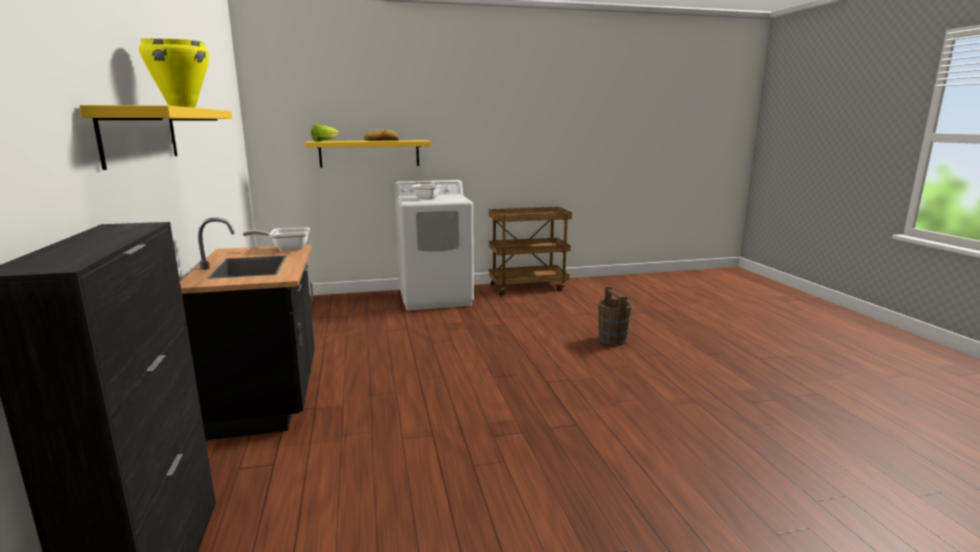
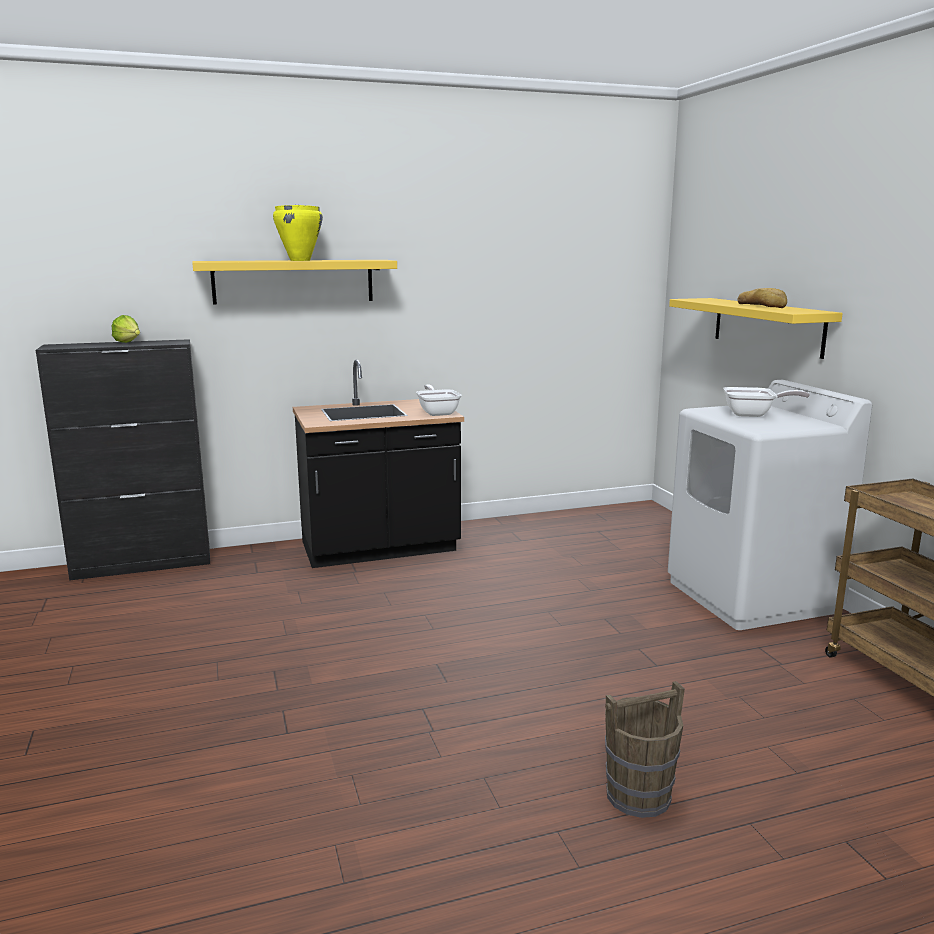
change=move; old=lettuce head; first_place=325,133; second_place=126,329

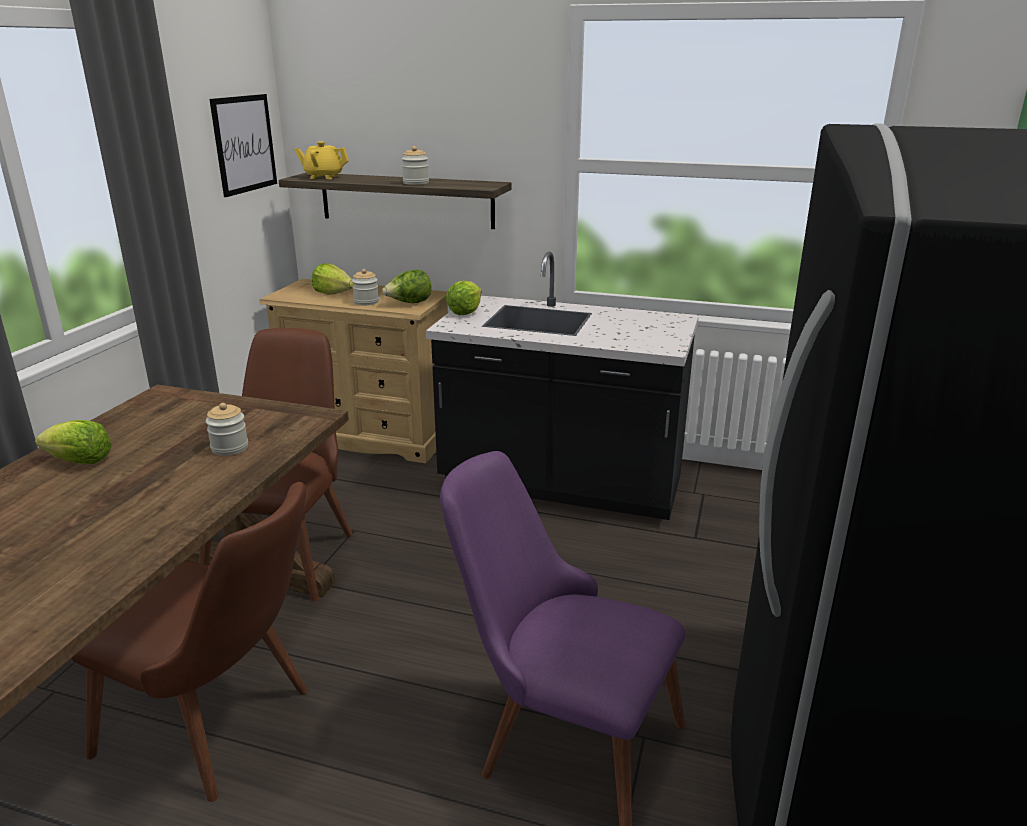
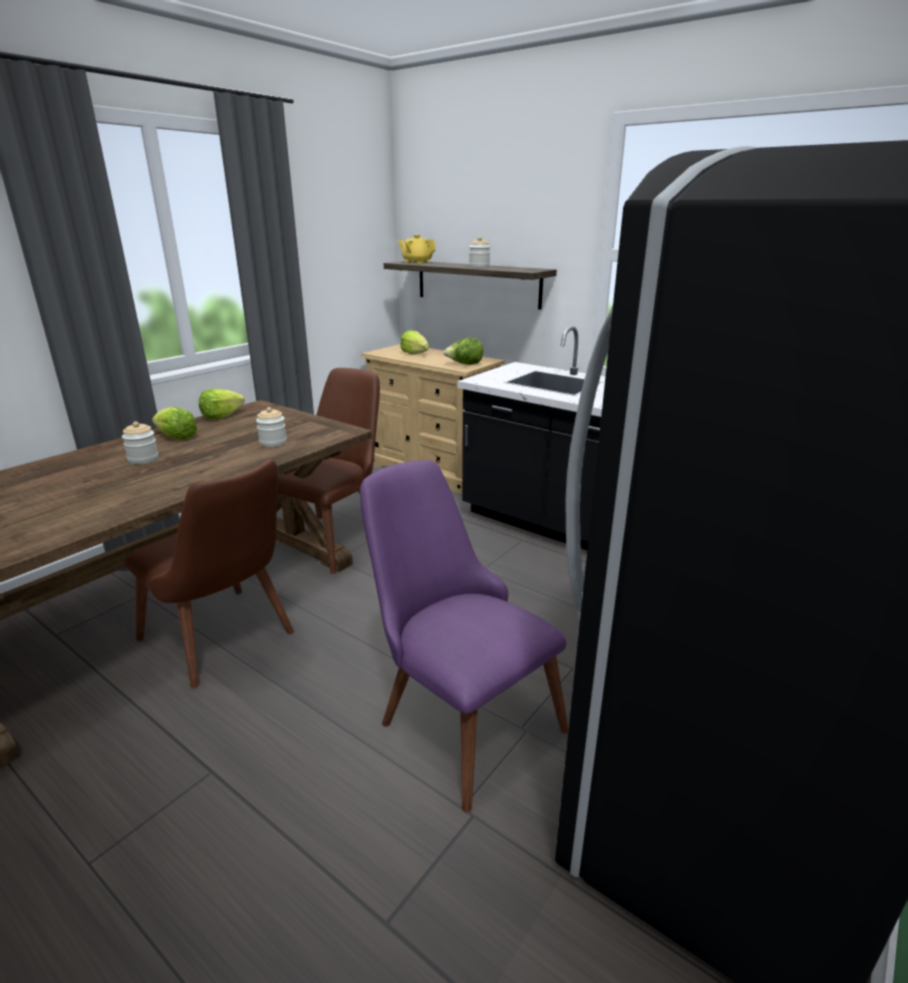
change=delete; old=wall picture; first_place=243,145
change=move; old=storage jar; first_place=365,287; second_place=140,443
change=move; old=lettuce head; first_place=464,298; second_place=222,404

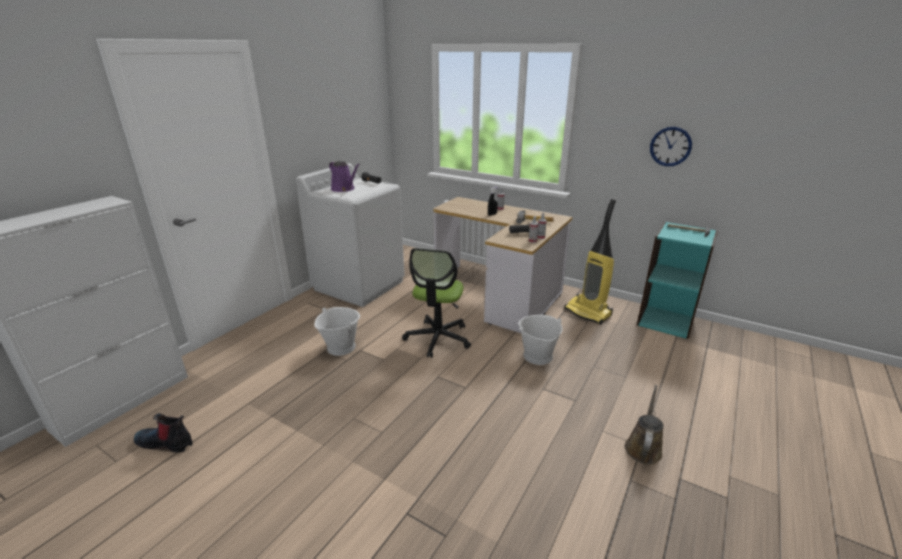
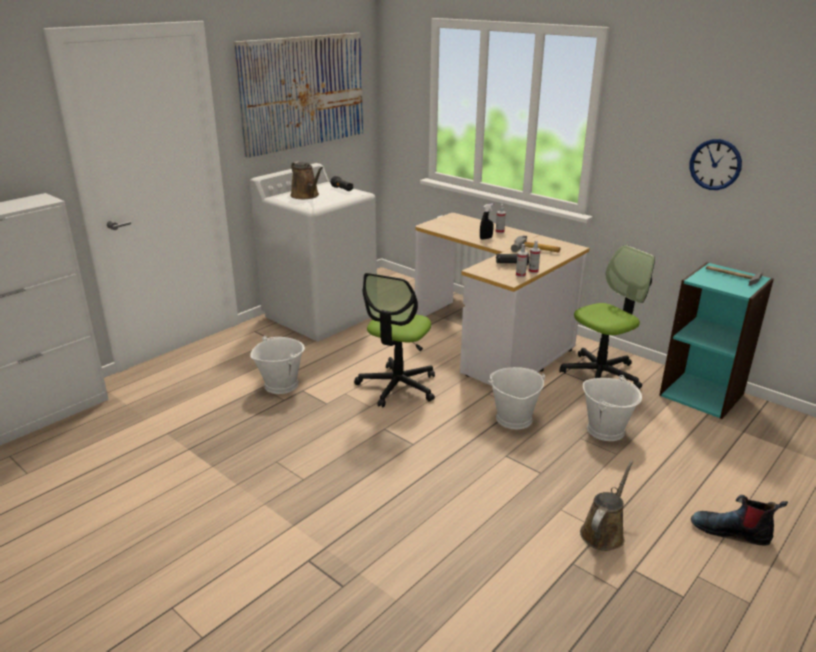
change=recolor; old=sprinkling can in purple-coloured; new=sprinkling can in brown-coloured; first_place=344,176; second_place=306,180
change=replace; old=vacuum cleaner; new=desk chair; first_place=590,262; second_place=607,317
change=move; old=high-top boot; first_place=163,433; second_place=739,520
change=insert; new=wall picture; second_place=298,95
change=insert; new=bucket in whitish; second_place=612,408

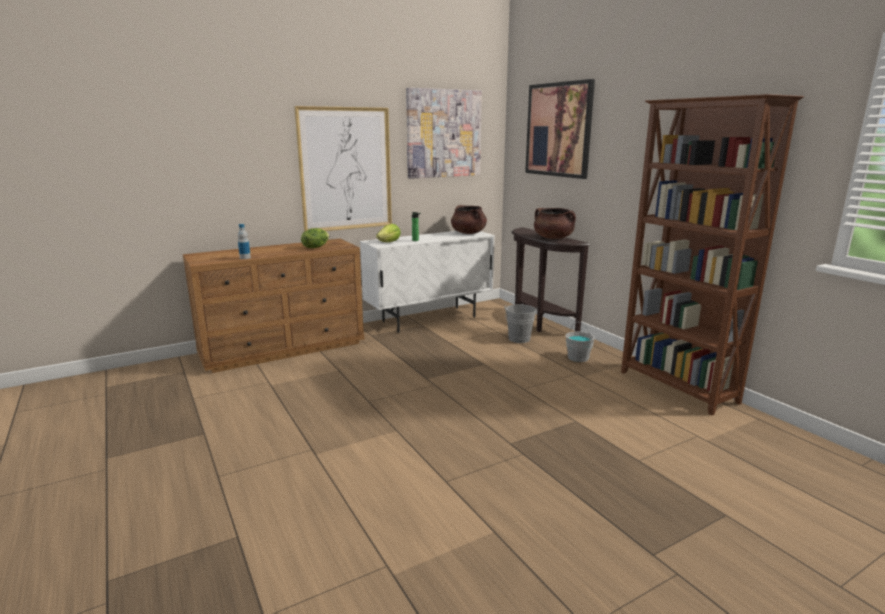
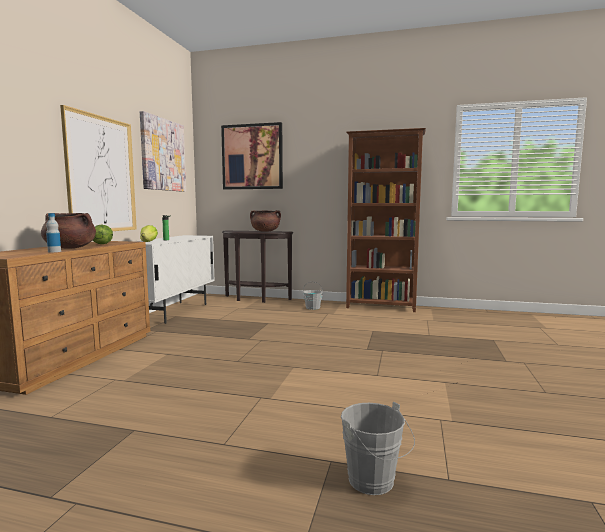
change=move; old=stockpot in brown-coloured; first_place=469,219; second_place=68,230
change=move; old=bucket in greyish; first_place=520,323; second_place=378,448

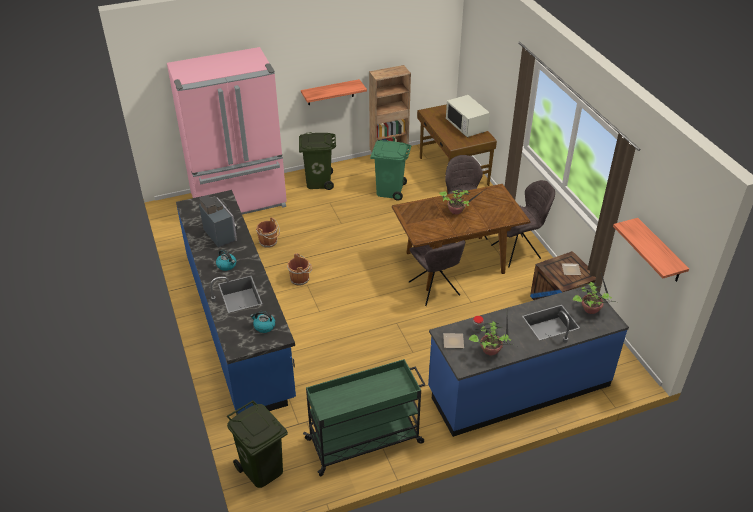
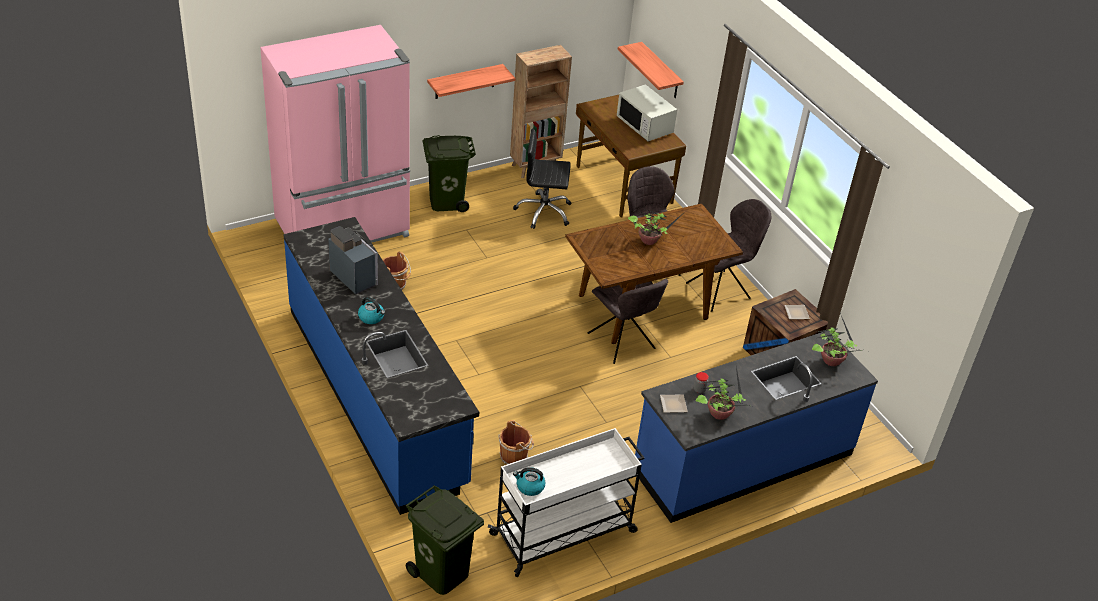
change=replace; old=rubbish bin in green-coloured; new=desk chair in blackish; first_place=390,170; second_place=542,178
change=move; old=wall shelf; first_place=651,250; second_place=651,70
change=move; old=bucket in brown-coloured; first_place=299,269; second_place=516,442
change=move; old=water kettle; first_place=262,322; second_place=529,481
change=recolor; old=trolley in green-coloured; new=trolley in whitish; first_place=364,417; second_place=566,502

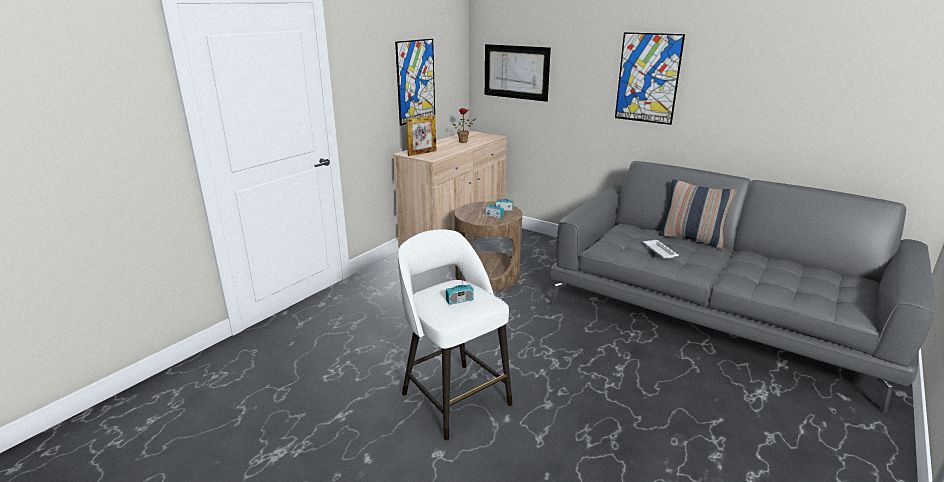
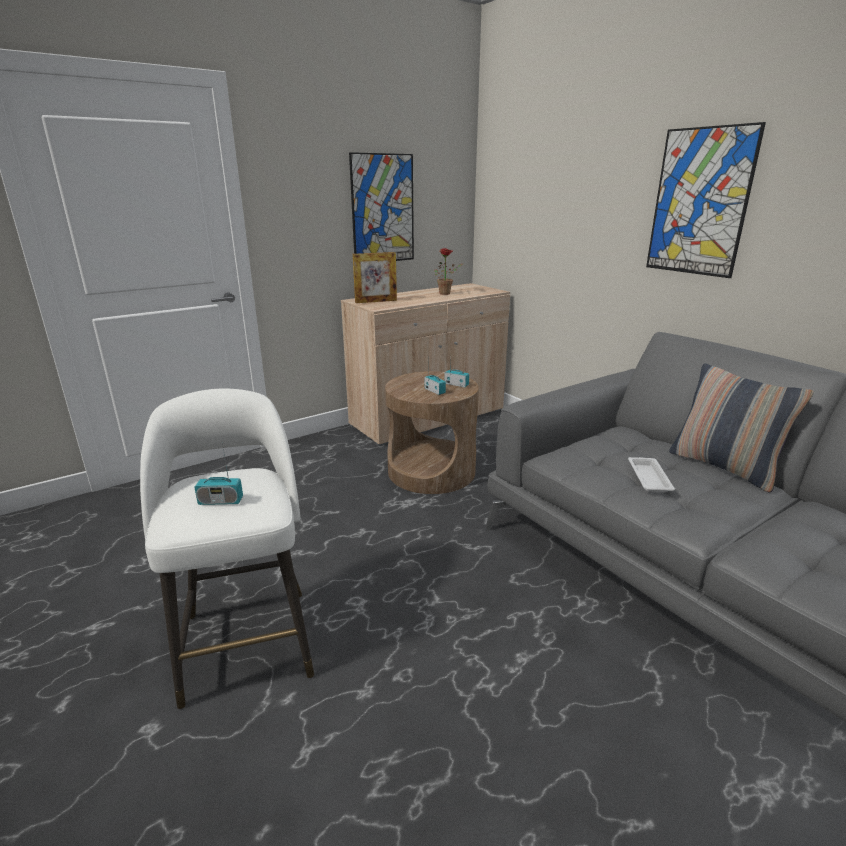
change=delete; old=wall picture; first_place=518,73

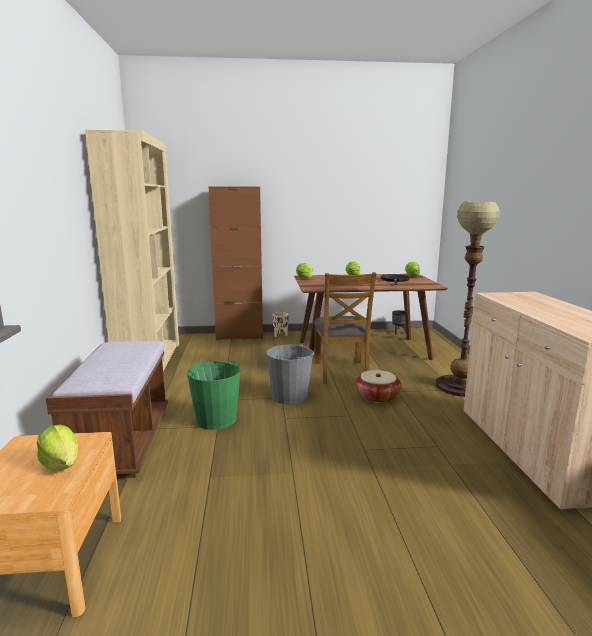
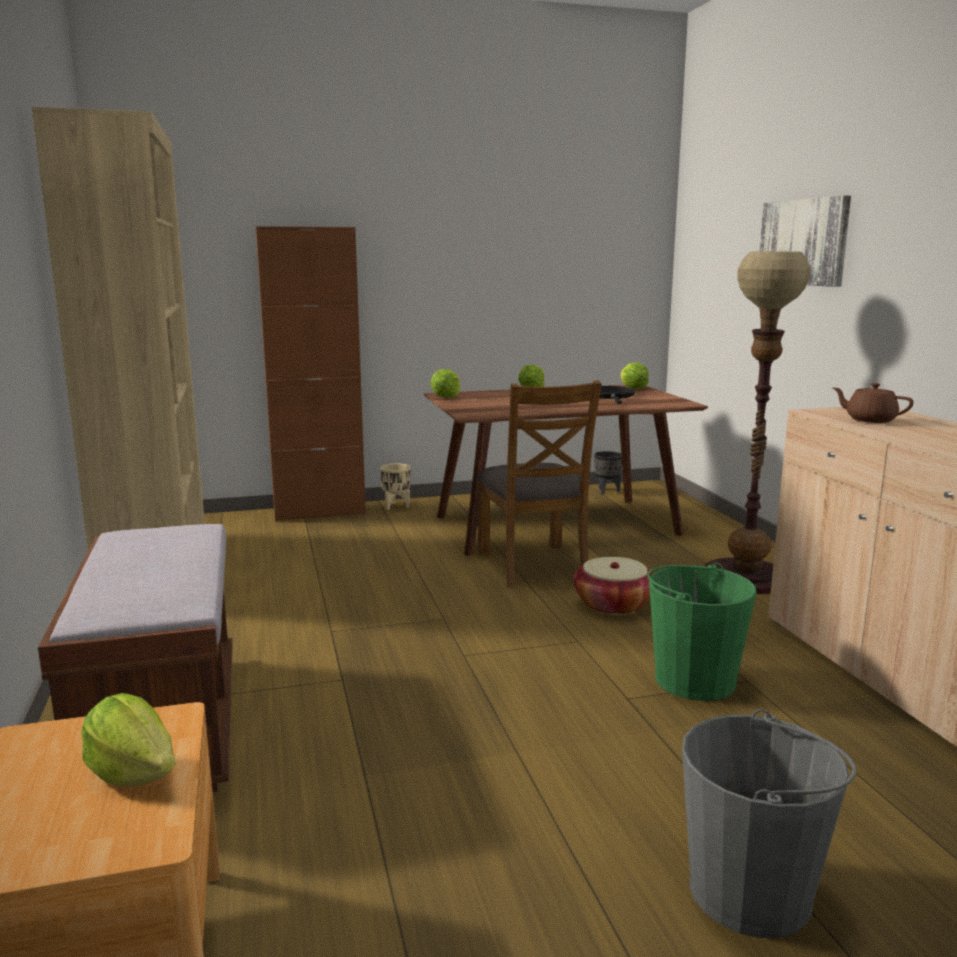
change=move; old=bucket in greyish; first_place=290,374; second_place=769,823
change=move; old=bucket in green-coloured; first_place=214,395; second_place=702,632
change=insert; new=wall picture; second_place=805,241
change=insert; new=teapot in brown-coloured; second_place=873,403

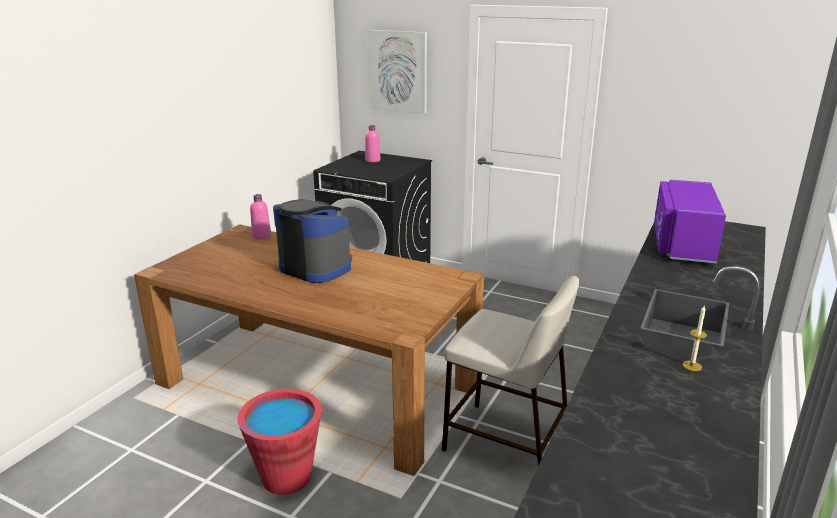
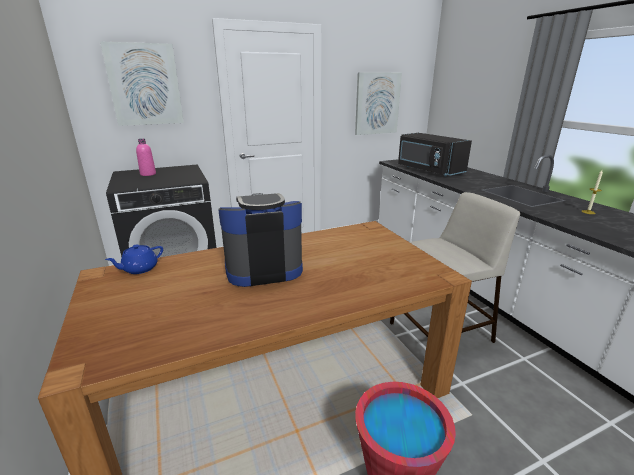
change=recolor; old=kitchen microwave in purple-coloured; new=kitchen microwave in blackish; first_place=690,221; second_place=435,154
change=replace; old=beverage bottle in pinkish; new=teapot in bluish; first_place=260,217; second_place=134,259
change=insert; new=wall picture; second_place=378,103

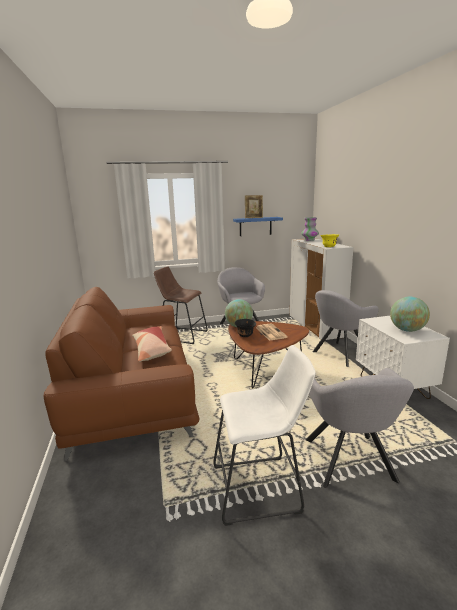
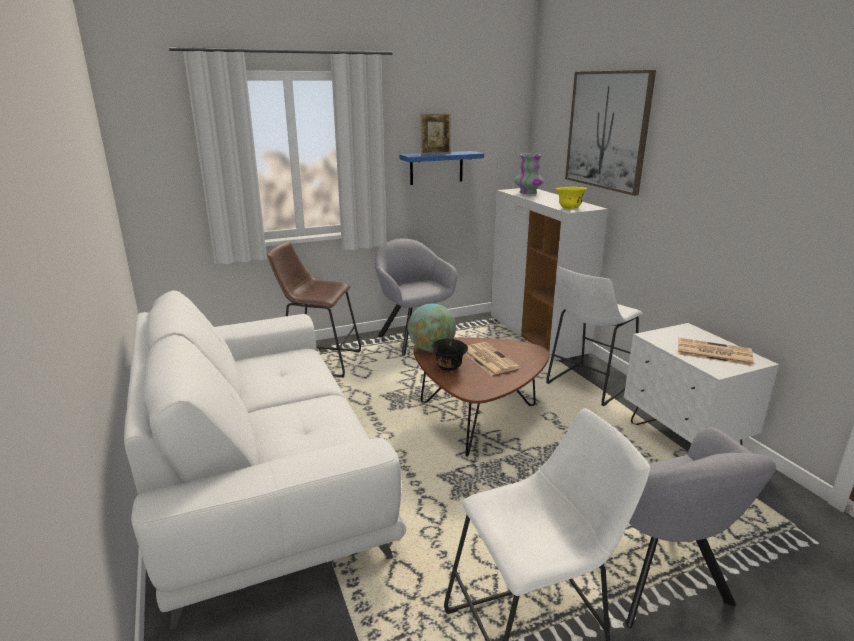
change=recolor; old=couch in brown-coloured; new=couch in whitish; first_place=122,374; second_place=265,460
change=replace; old=easy chair in greyish; new=stool in whitish; first_place=346,328; second_place=594,336
change=replace; old=desk globe; new=daily paper; first_place=410,314; second_place=716,352
change=delete; old=throw pillow; first_place=152,344
change=insert; new=wall picture; second_place=610,133

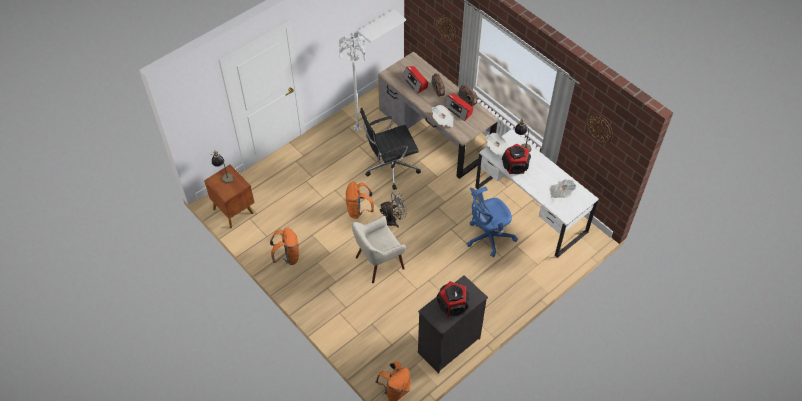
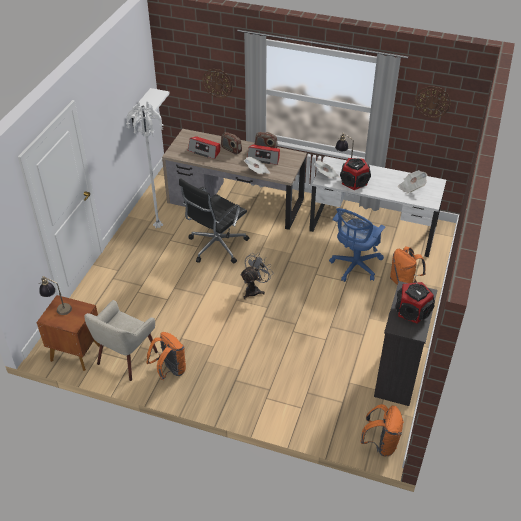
change=move; old=rucksack in orange; first_place=360,200; second_place=408,265
change=move; old=easy chair in sand-coloured; first_place=379,249; second_place=121,340

